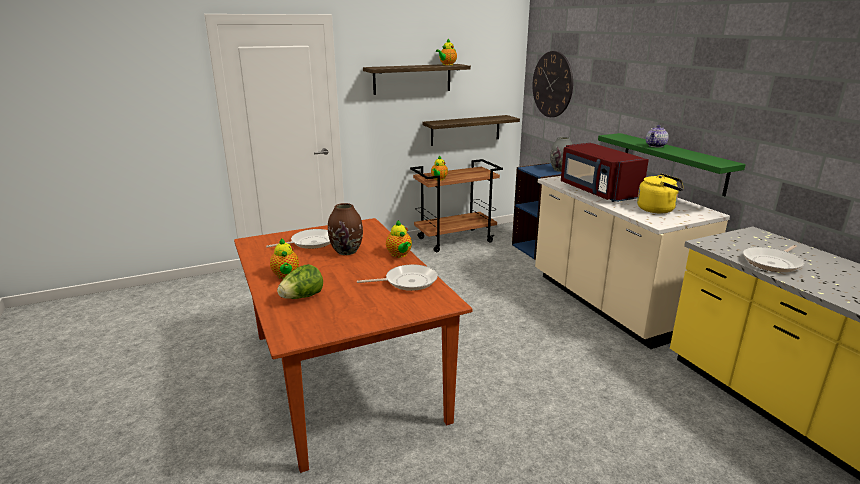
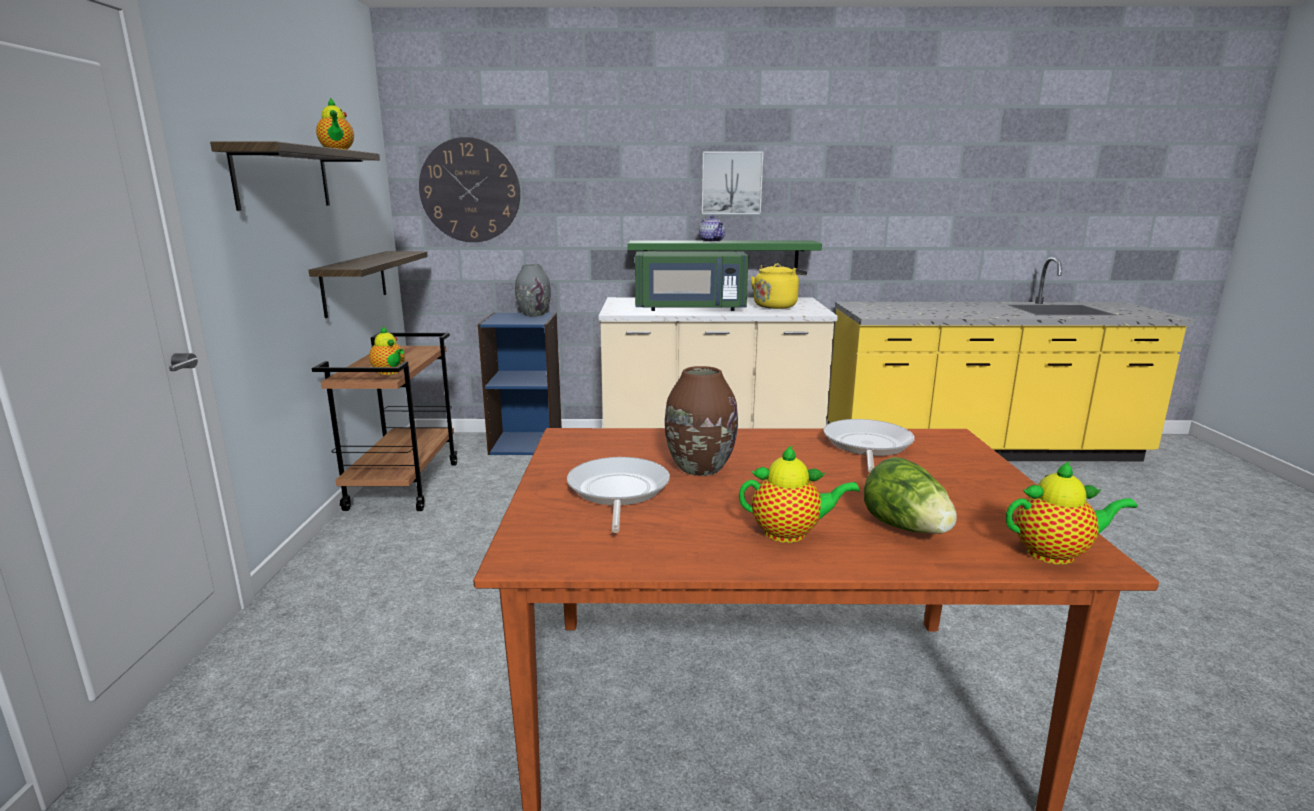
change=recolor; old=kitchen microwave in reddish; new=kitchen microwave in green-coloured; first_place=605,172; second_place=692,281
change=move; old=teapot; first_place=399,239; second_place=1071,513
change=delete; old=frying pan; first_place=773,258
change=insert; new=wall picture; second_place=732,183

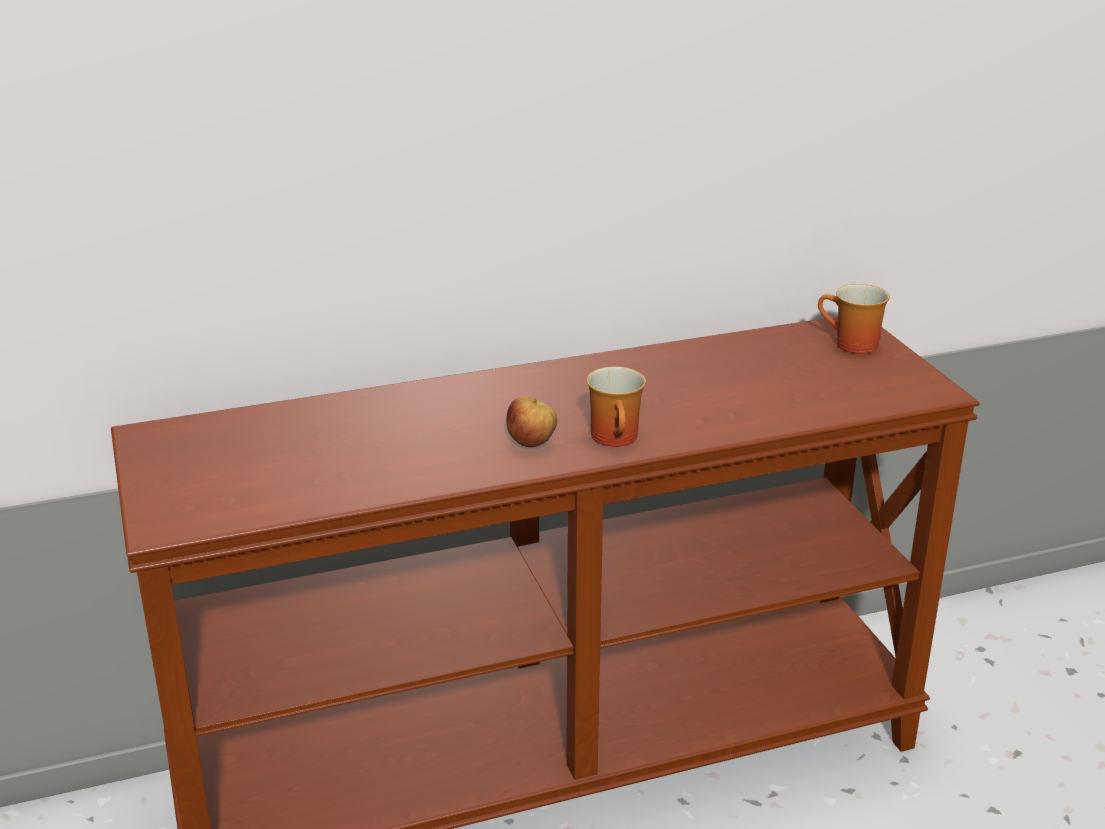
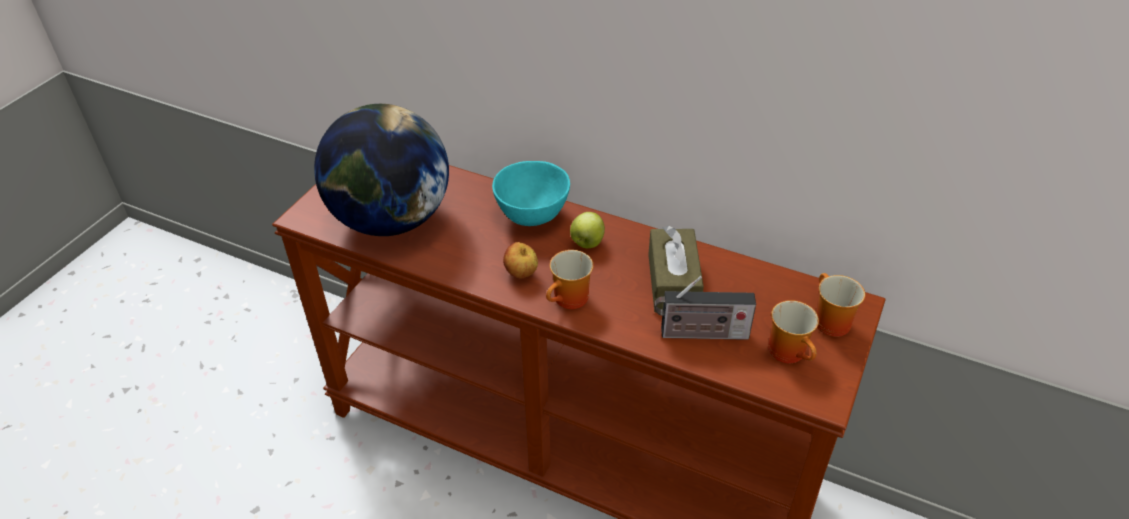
change=insert; new=desk globe; second_place=381,170
change=insert; new=deep dish in turquoise-coloured; second_place=531,193
change=insert; new=whole apple; second_place=587,230
change=insert; new=box of tissues in brown-coloured; second_place=676,269
change=insert; new=radio; second_place=705,308
change=insert; new=coffee mug; second_place=793,331

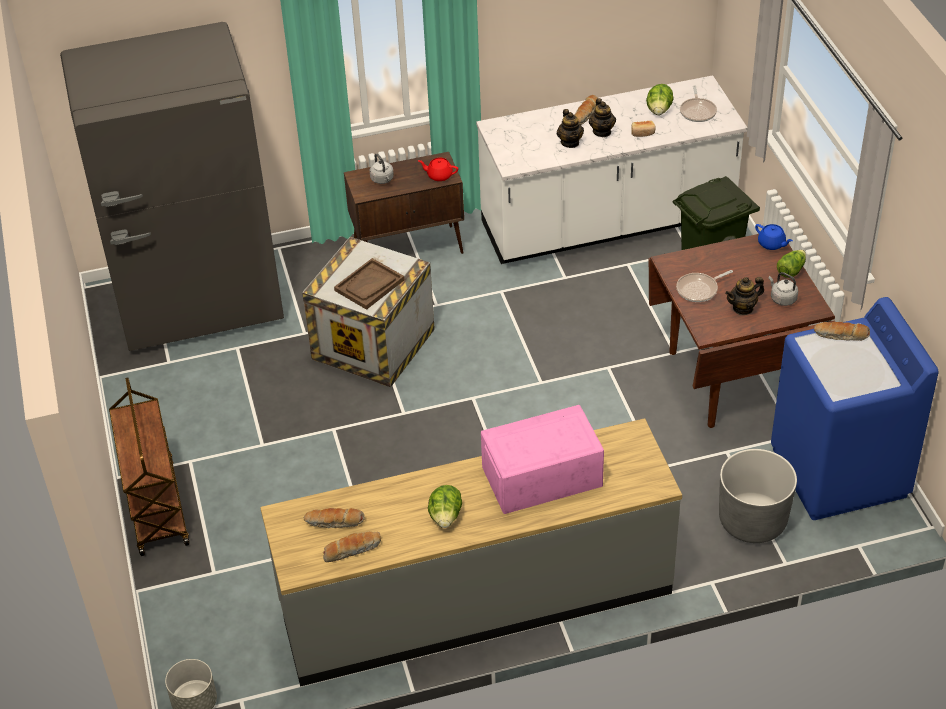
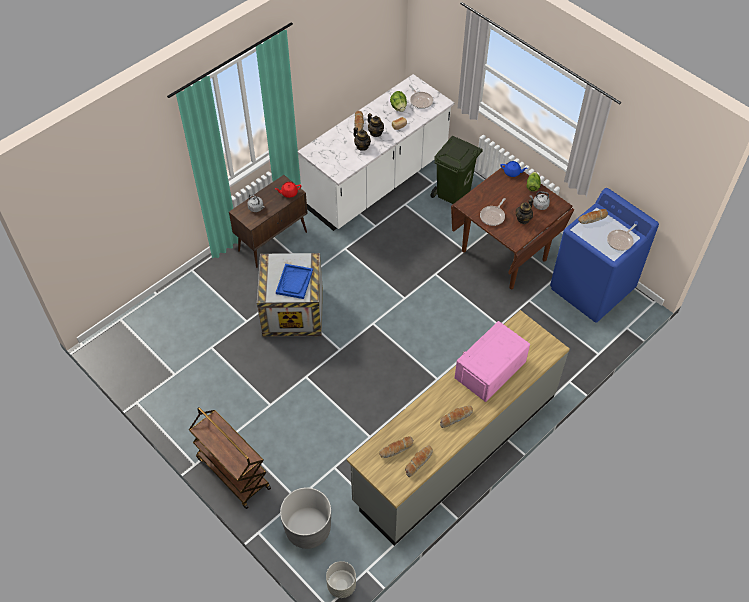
change=delete; old=fridge in greyish; first_place=172,186
change=recolor; old=tray in brown-coloured; new=tray in bluish; first_place=369,284; second_place=294,281
change=move; old=flower pot in greyish; first_place=758,496; second_place=305,518
change=replace; old=lettuce head; new=baked bread; first_place=445,506; second_place=456,417
change=insert; new=frying pan; second_place=622,237

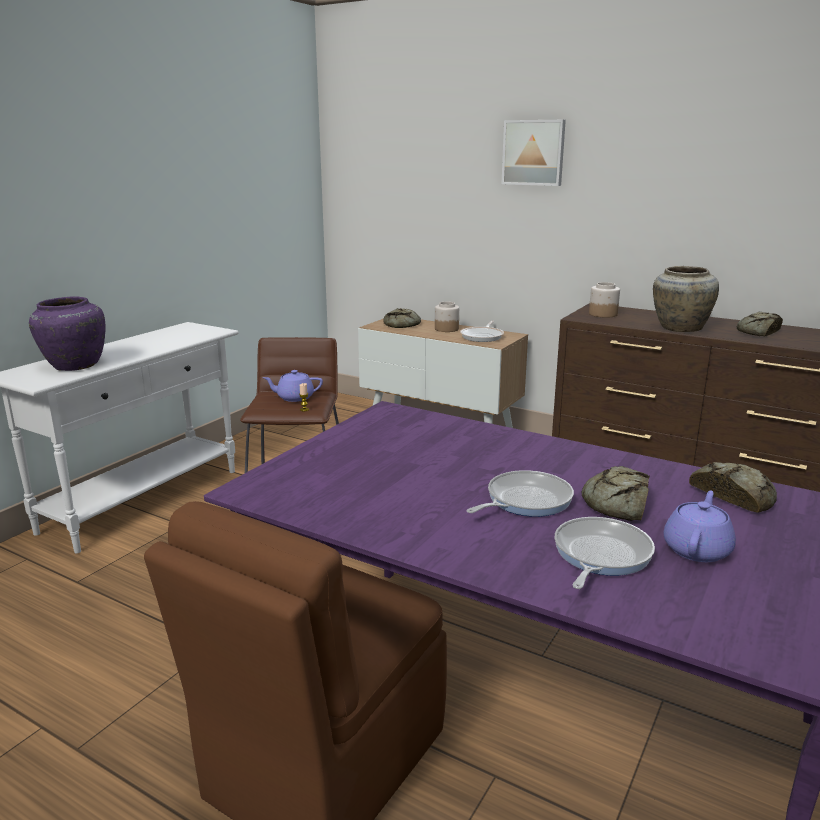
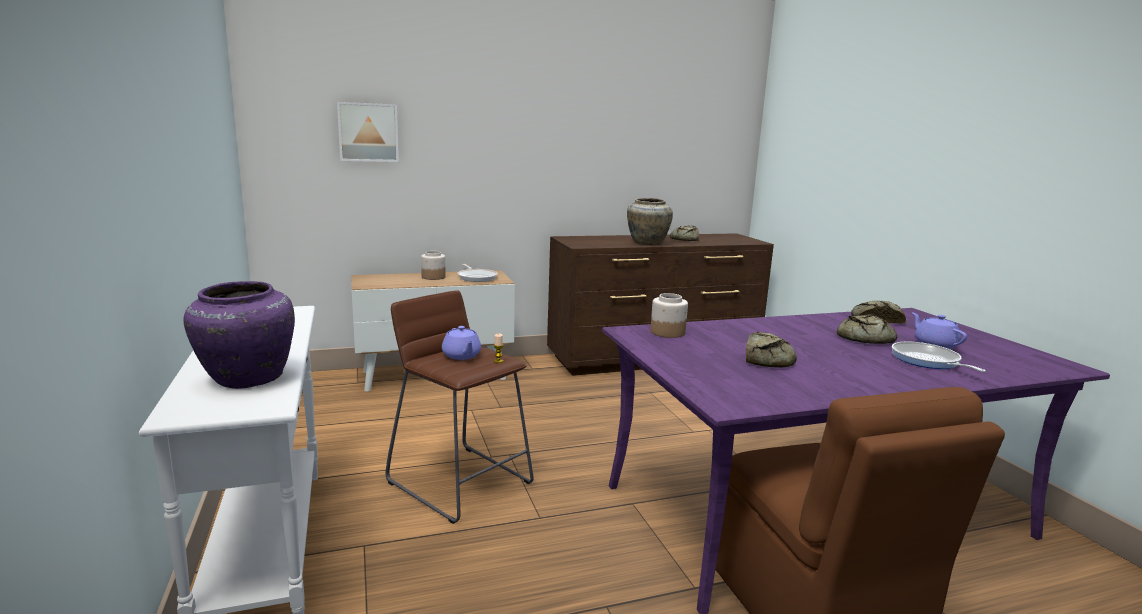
change=move; old=wall picture; first_place=533,153; second_place=368,132
change=move; old=storage jar; first_place=604,300; second_place=669,315
change=move; old=baked bread; first_place=402,318; second_place=771,350
change=rotate; old=teapot in purple-coloured; first_place=293,386; second_place=461,343; degrees=-60
change=delete; old=frying pan; first_place=520,493

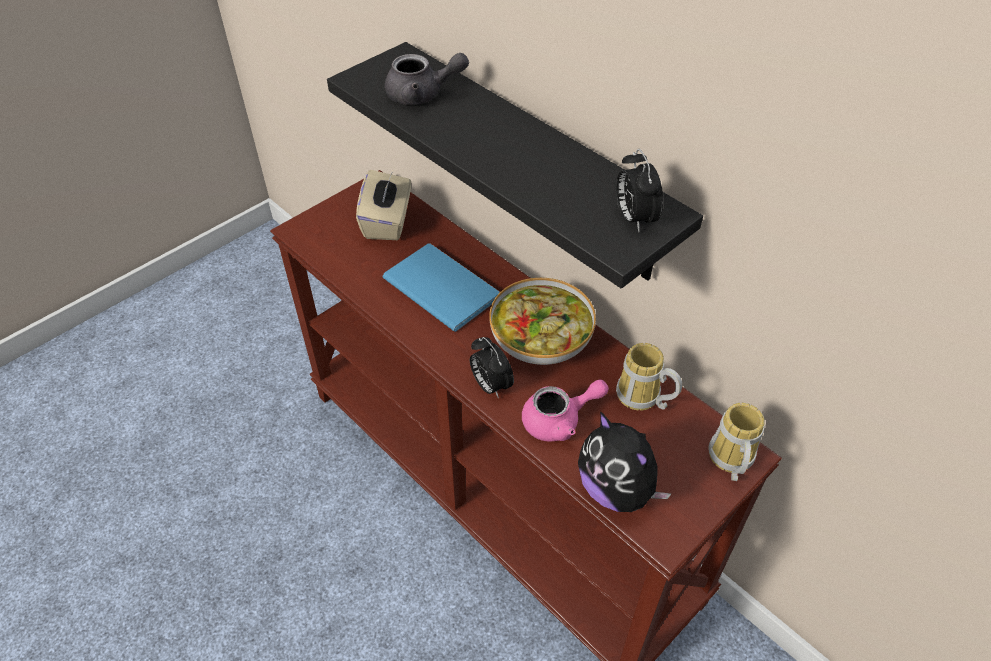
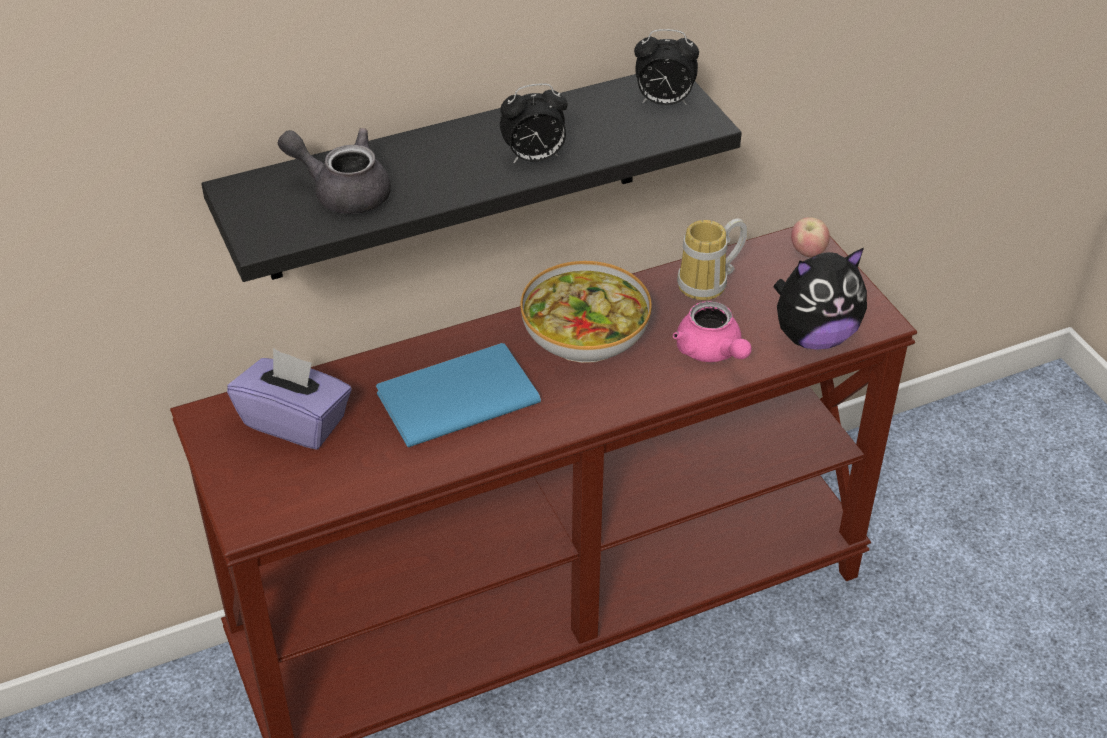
change=rotate; old=teapot in greyish; first_place=427,79; second_place=334,171; degrees=-90
change=recolor; old=box of tissues in sand-coloured; new=box of tissues in purple-coloured; first_place=383,205; second_place=289,399
change=move; old=table clock; first_place=492,367; second_place=534,123
change=rotate; old=teapot in pinkish; first_place=565,410; second_place=712,331; degrees=150
change=replace; old=coffee mug; new=whole apple; first_place=736,442; second_place=810,237

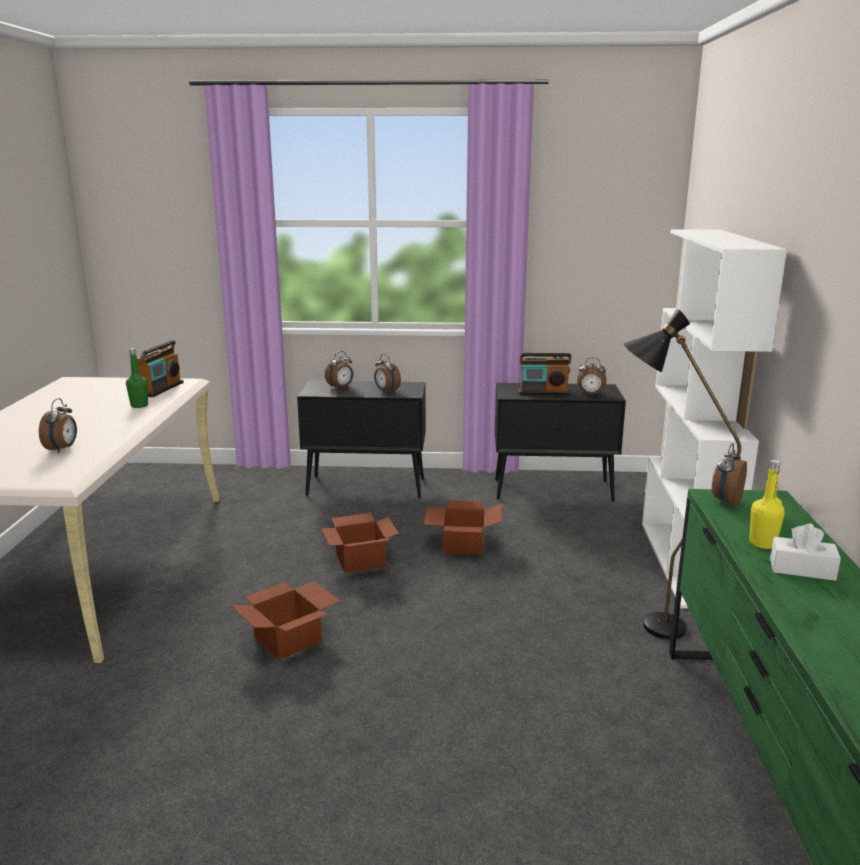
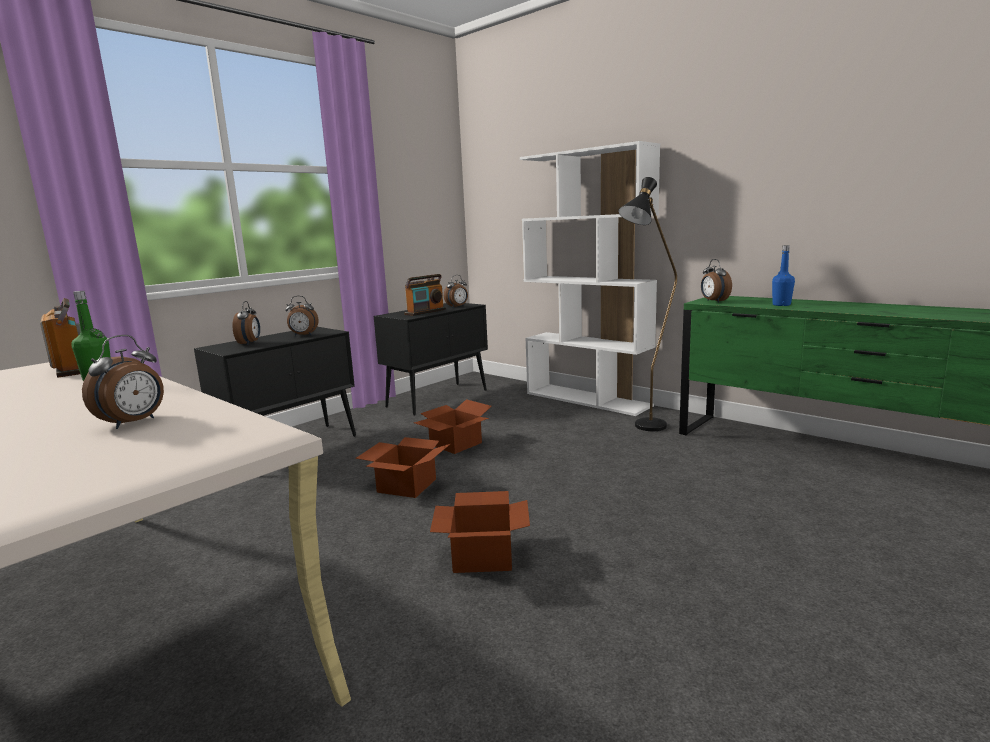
change=rotate; old=table clock; first_place=58,425; second_place=123,382; degrees=75
change=recolor; old=beverage bottle in yellow-coloured; new=beverage bottle in bluish; first_place=767,504; second_place=783,275
change=delete; old=box of tissues in whitish; first_place=805,552

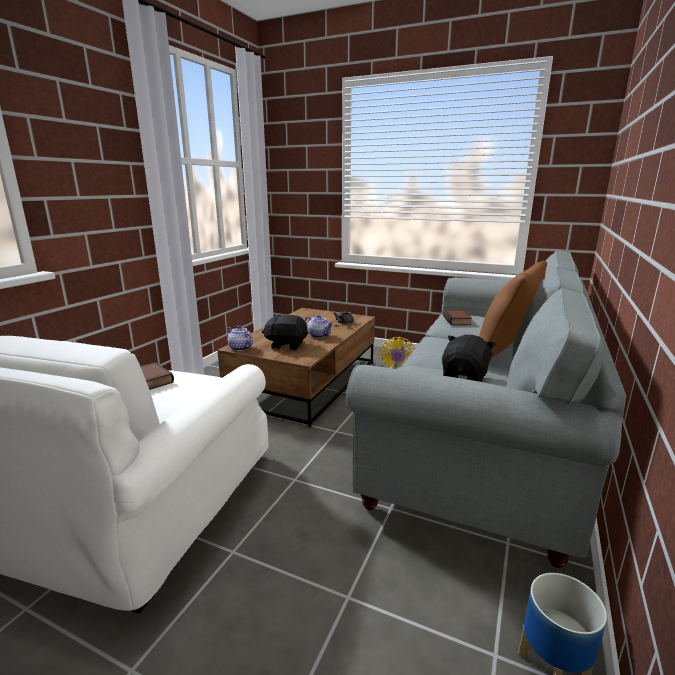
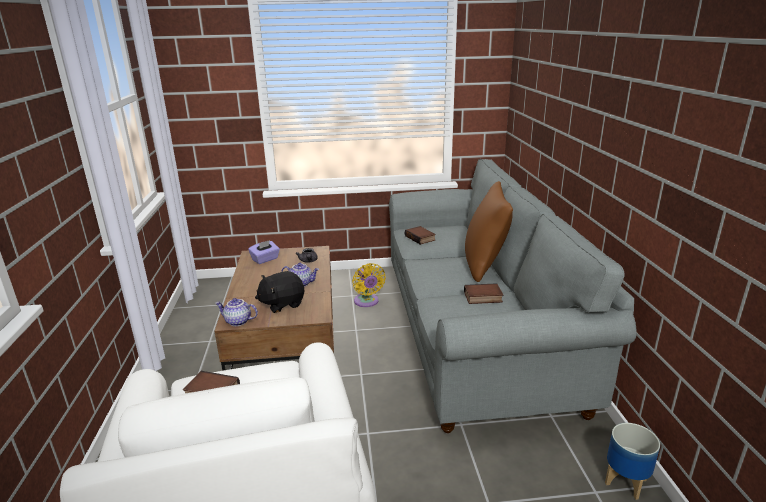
change=replace; old=soft toy in blackish; new=book; first_place=469,358; second_place=483,293
change=insert; new=box of tissues in purple-coloured; second_place=264,252

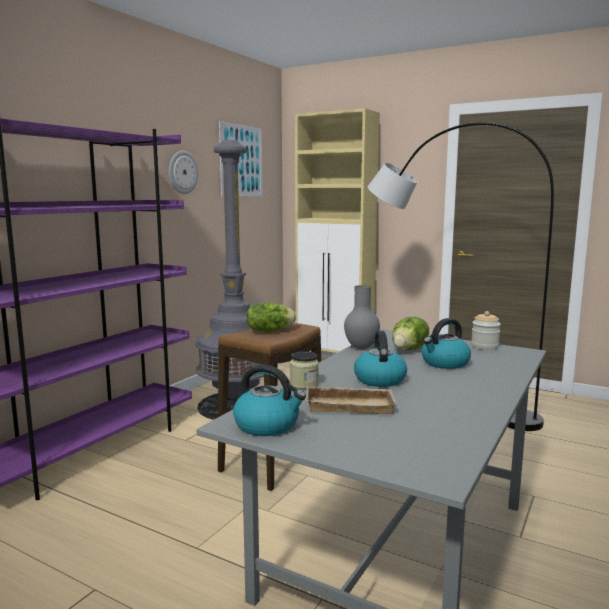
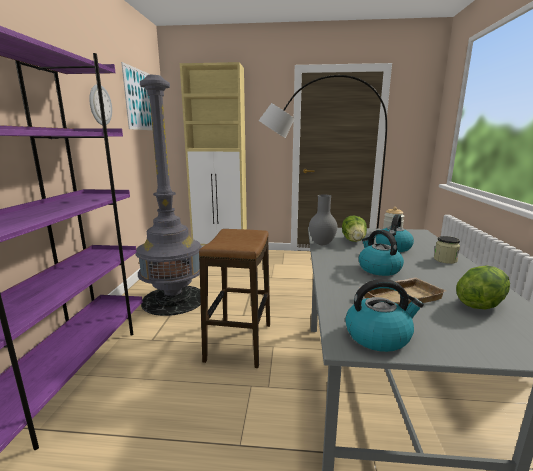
change=move; old=lettuce head; first_place=271,317; second_place=483,287
change=move; old=storage jar; first_place=304,370; second_place=447,250

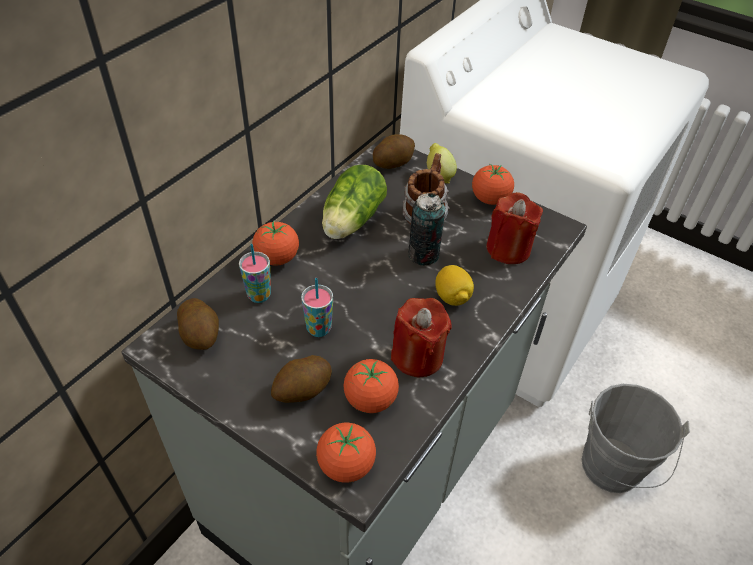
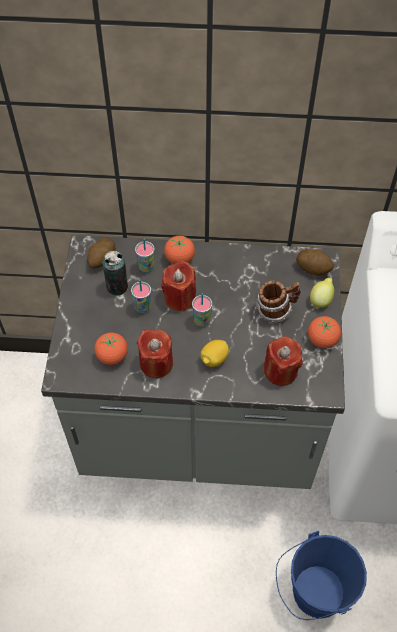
change=delete; old=lettuce head; first_place=354,202
change=move; old=metal can; first_place=426,229; second_place=115,273
change=delete; old=potato; first_place=301,379
change=recolor; old=bucket in greyish; new=bucket in bluish; first_place=636,438; second_place=321,575
change=delete; old=tomato; first_place=346,453
change=insert; new=wax light in reddish; second_place=178,286
change=insert; new=drinking cup; second_place=202,310

